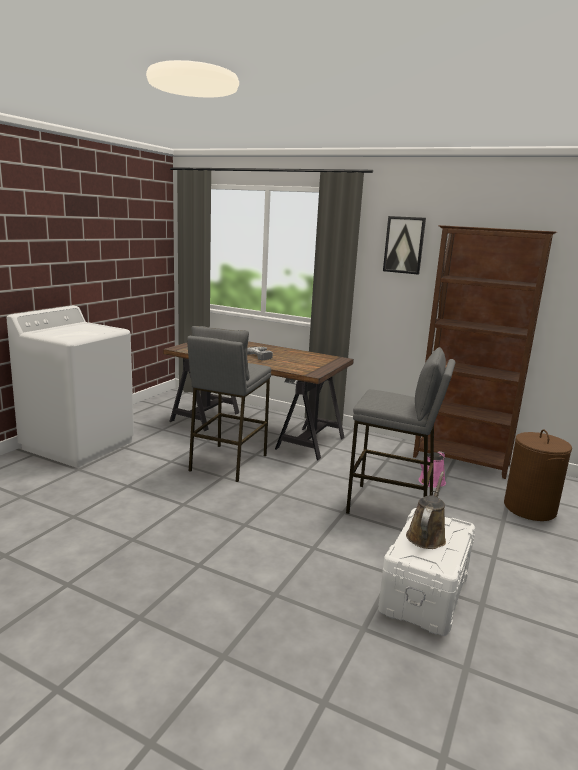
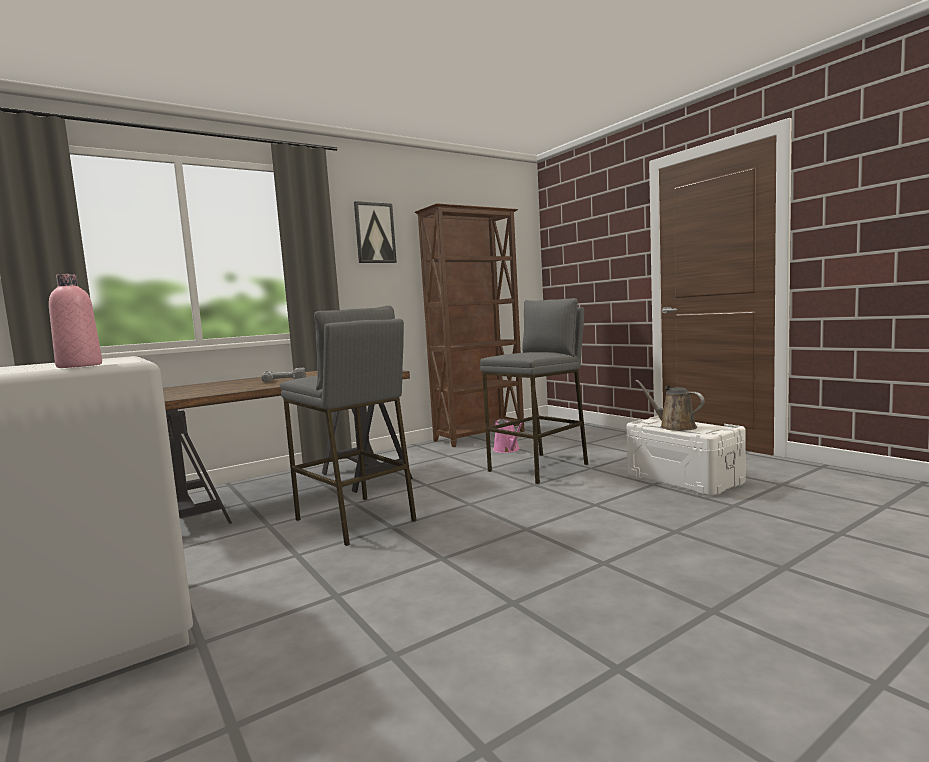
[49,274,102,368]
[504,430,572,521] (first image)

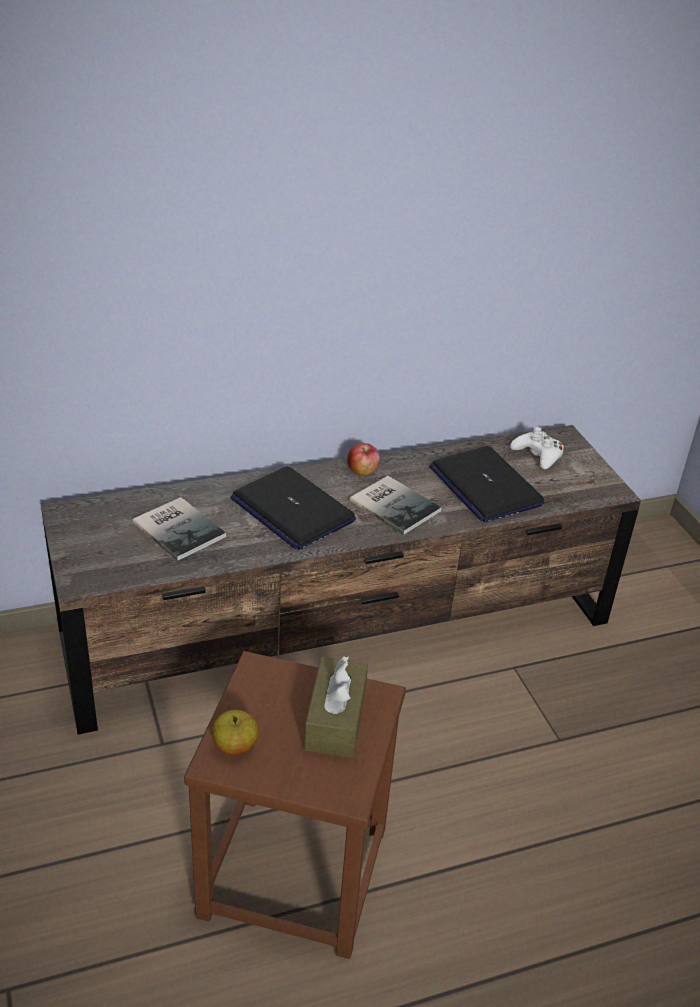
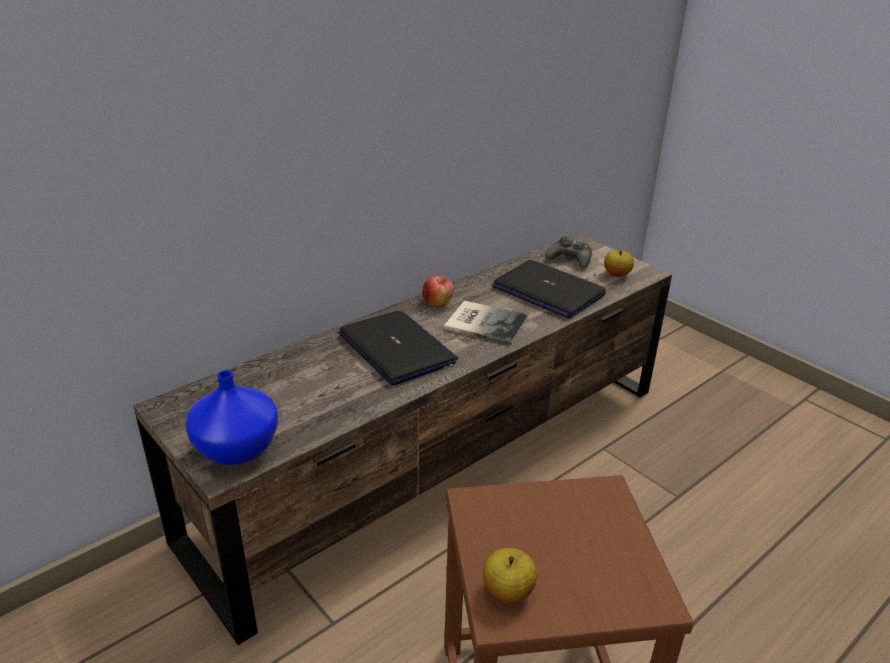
[185,370,278,465]
[339,311,458,385]
[545,236,592,268]
[604,250,634,277]
[132,497,226,561] (first image)
[304,657,368,758] (first image)

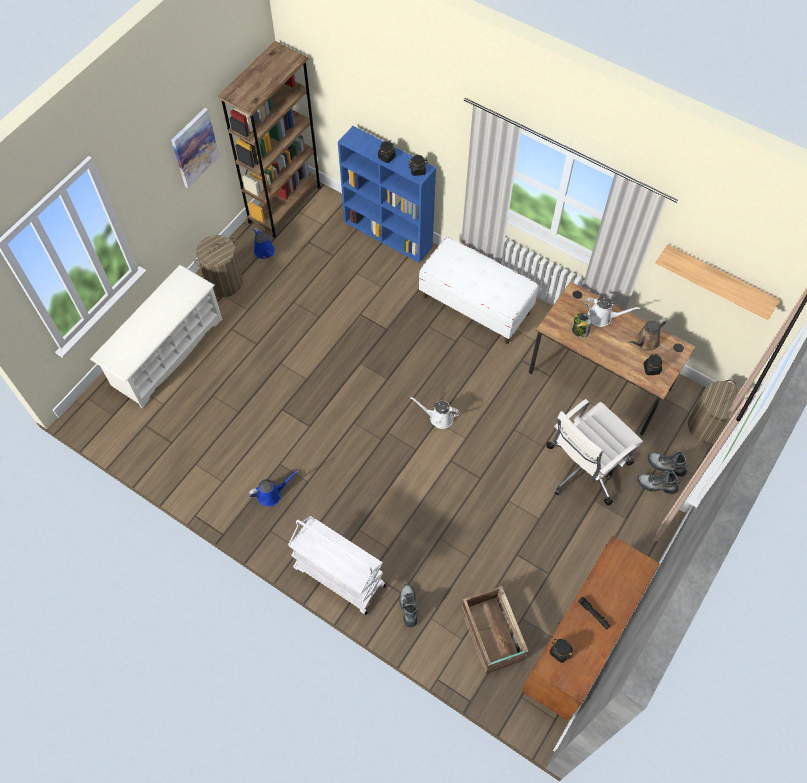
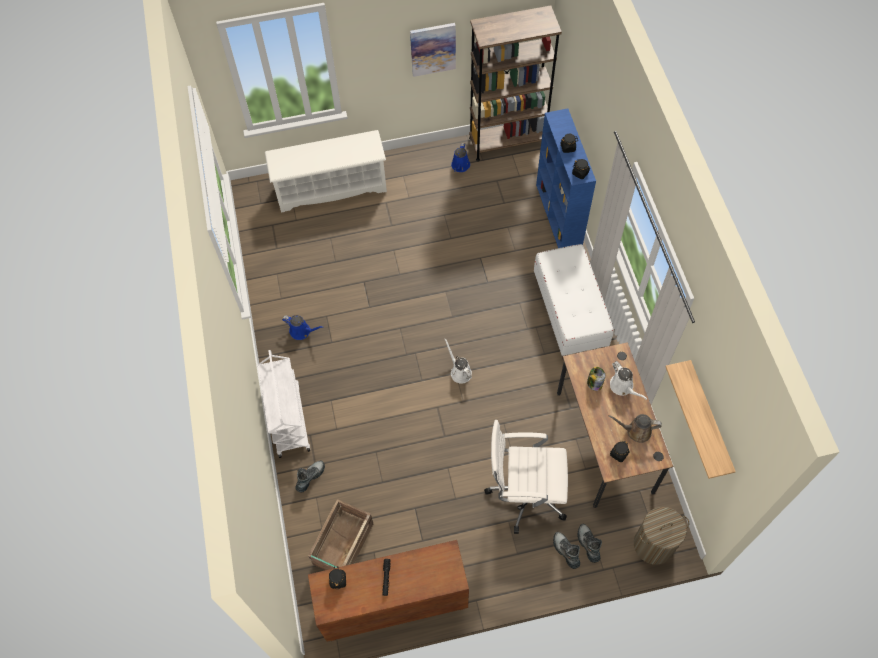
[194,235,243,297] (first image)

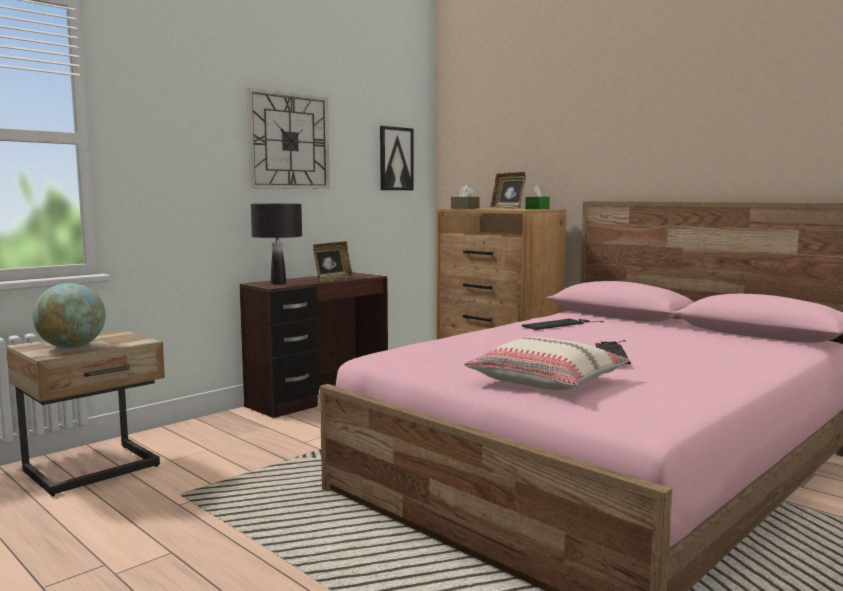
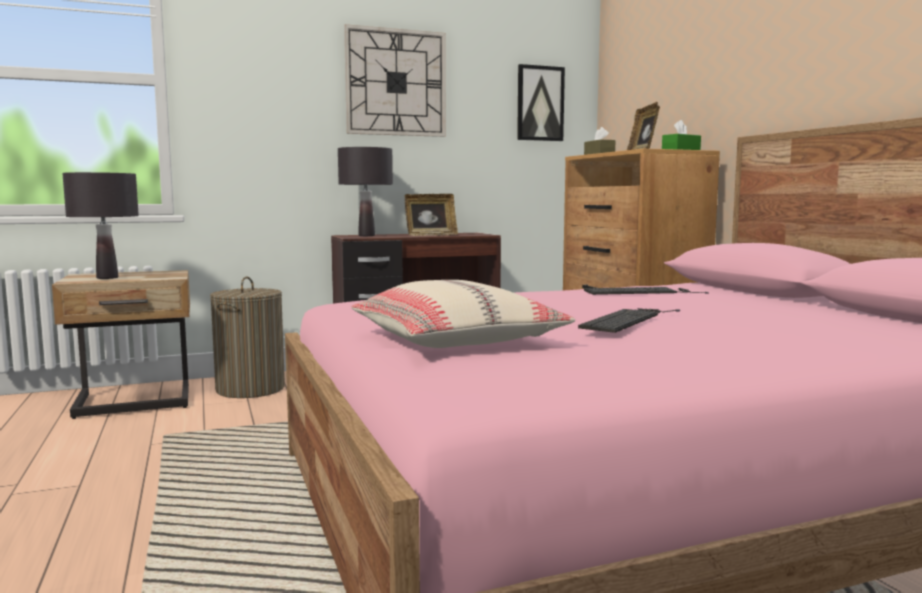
[62,172,139,279]
[210,276,285,398]

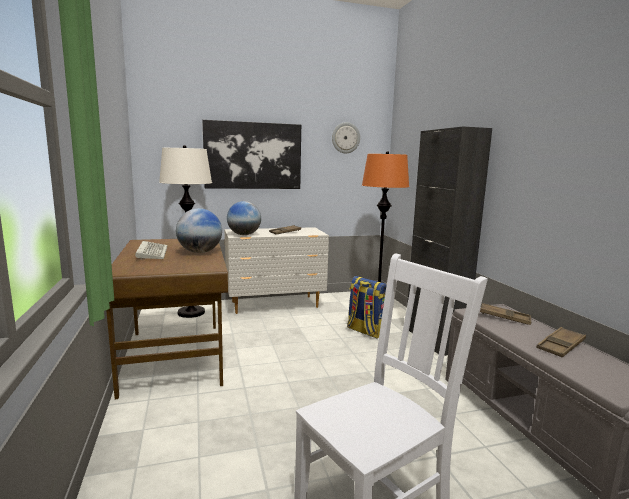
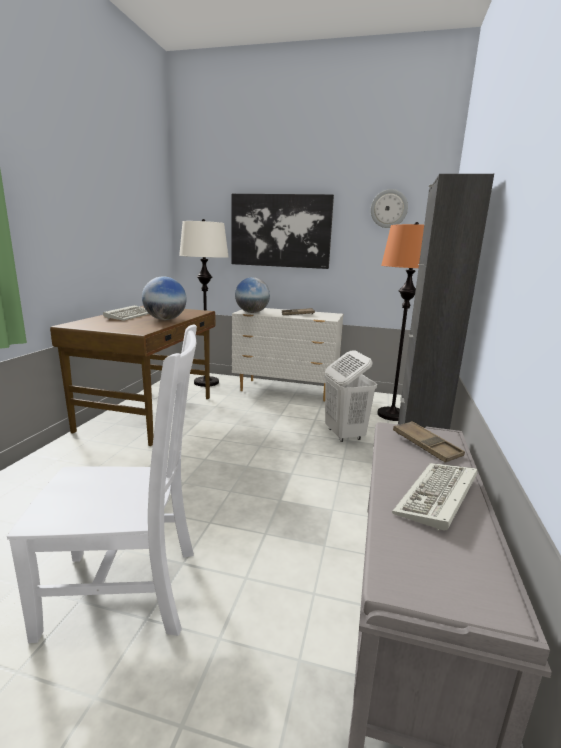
[324,350,377,442]
[392,463,478,531]

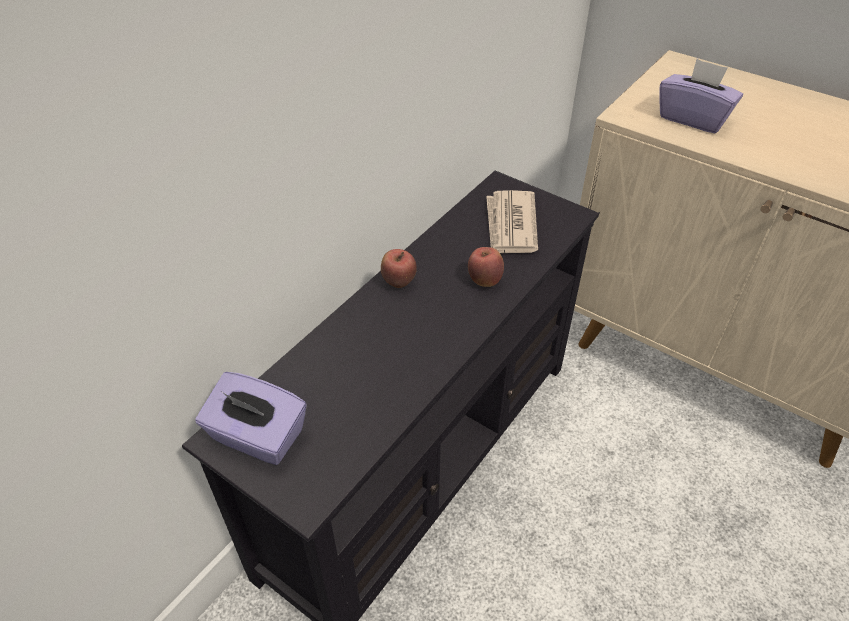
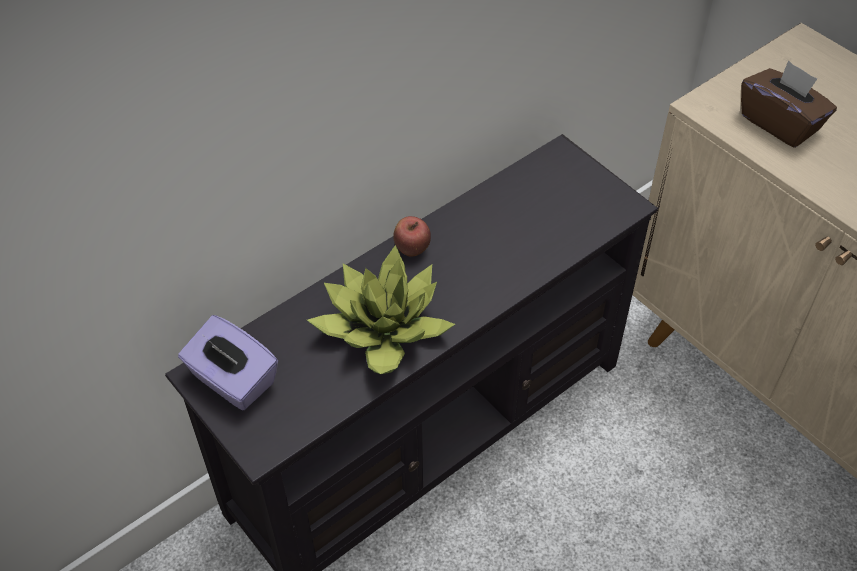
[307,245,455,374]
[741,60,837,148]
[468,247,504,287] (first image)
[486,190,538,253] (first image)

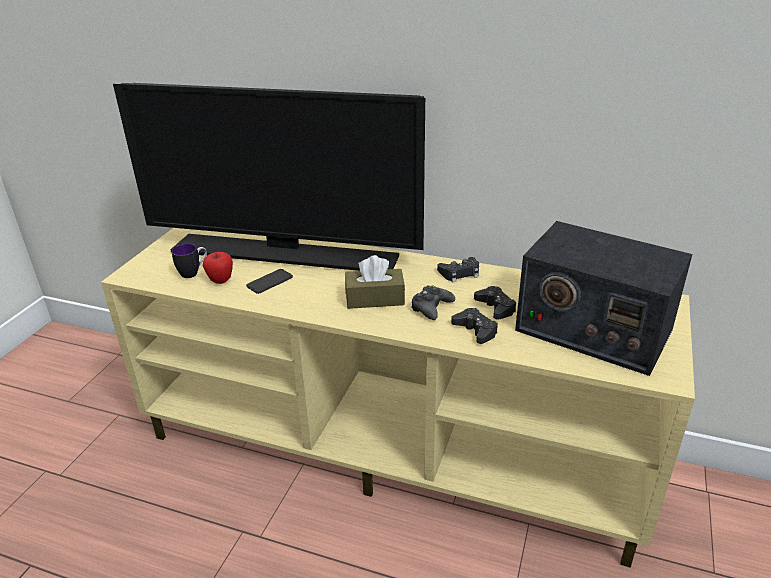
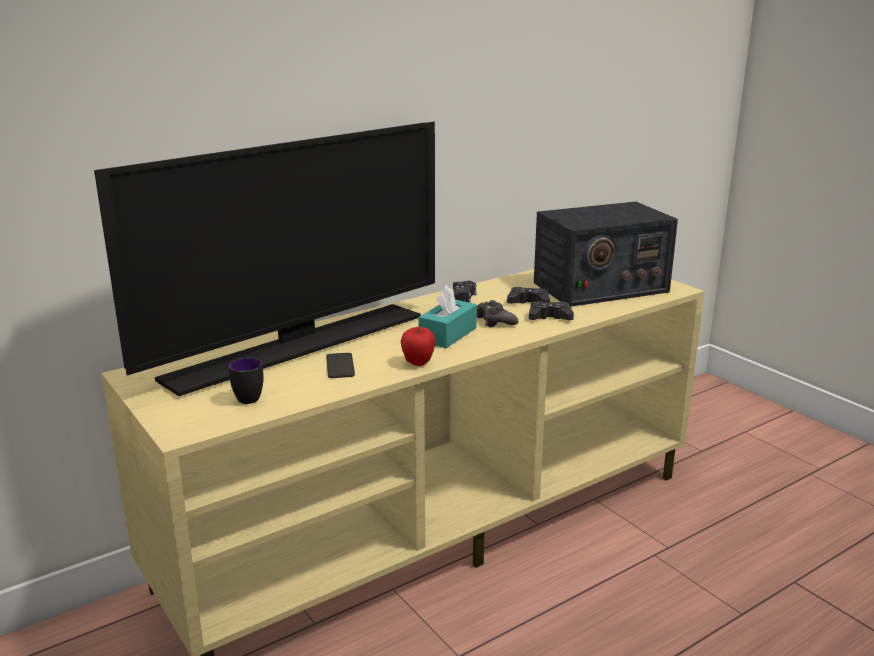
[401,327,435,366]
[418,285,477,348]

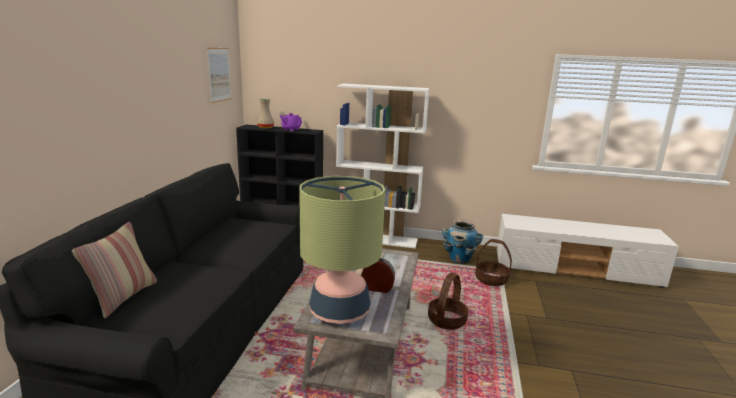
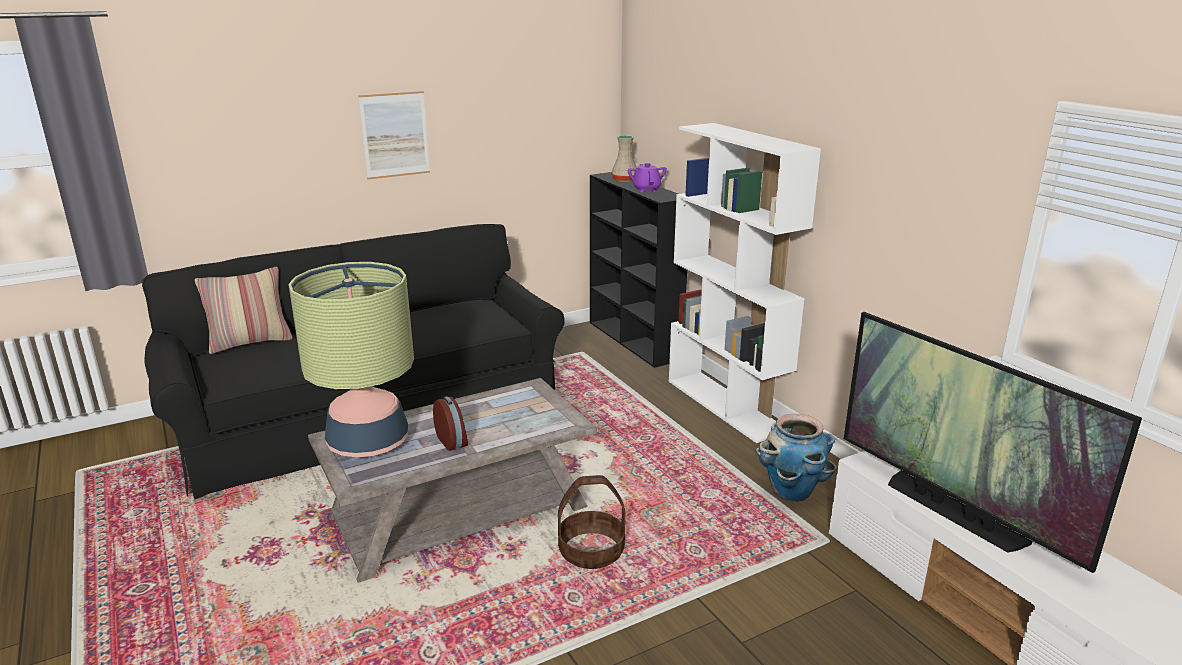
[358,91,430,180]
[844,312,1142,573]
[475,239,512,286] (first image)

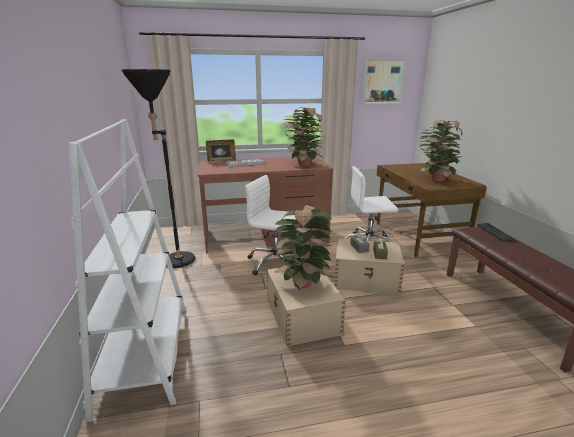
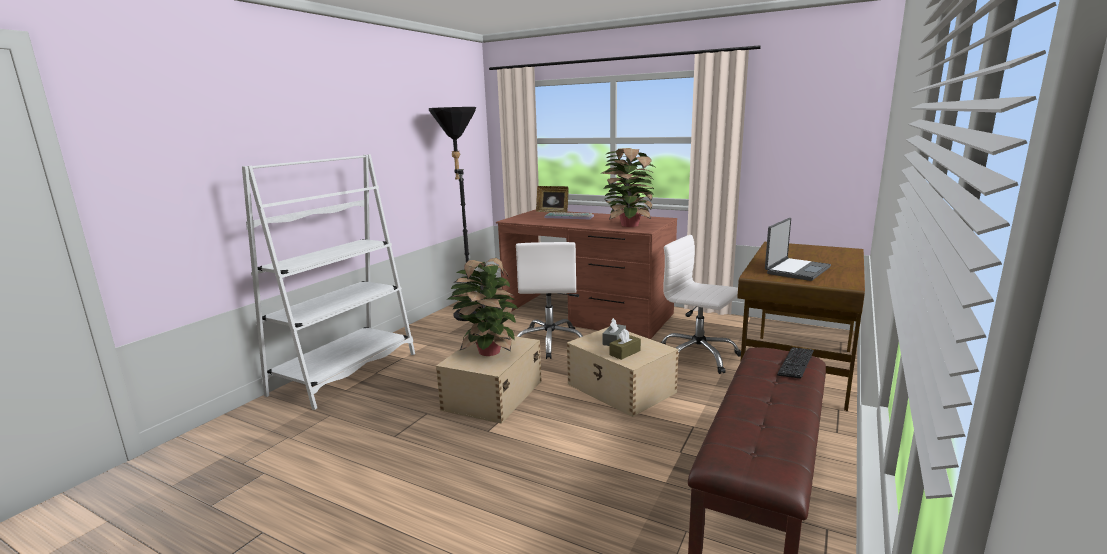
[516,242,583,359]
[765,218,831,281]
[363,58,407,104] (first image)

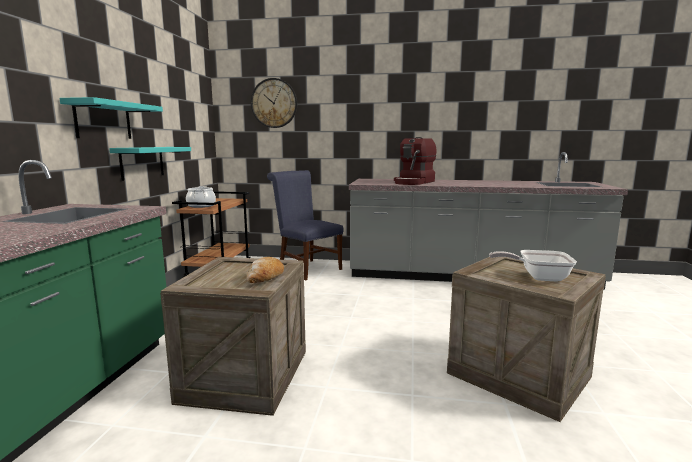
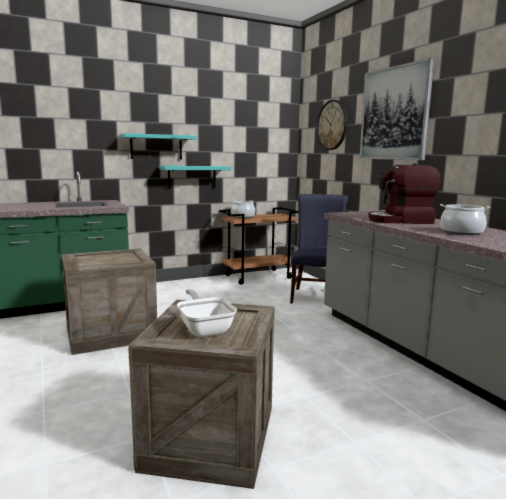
[359,58,435,160]
[440,204,491,235]
[246,257,284,283] (first image)

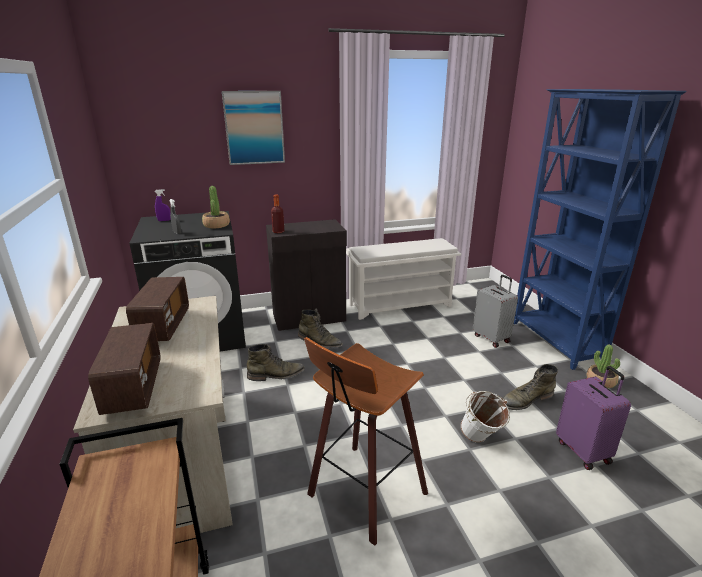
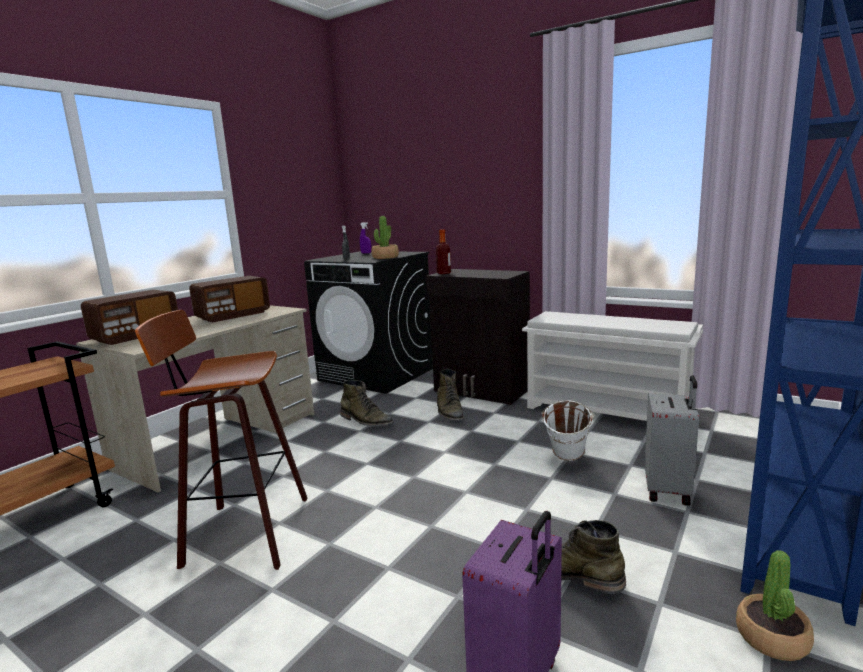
[542,400,594,461]
[222,91,285,165] (first image)

